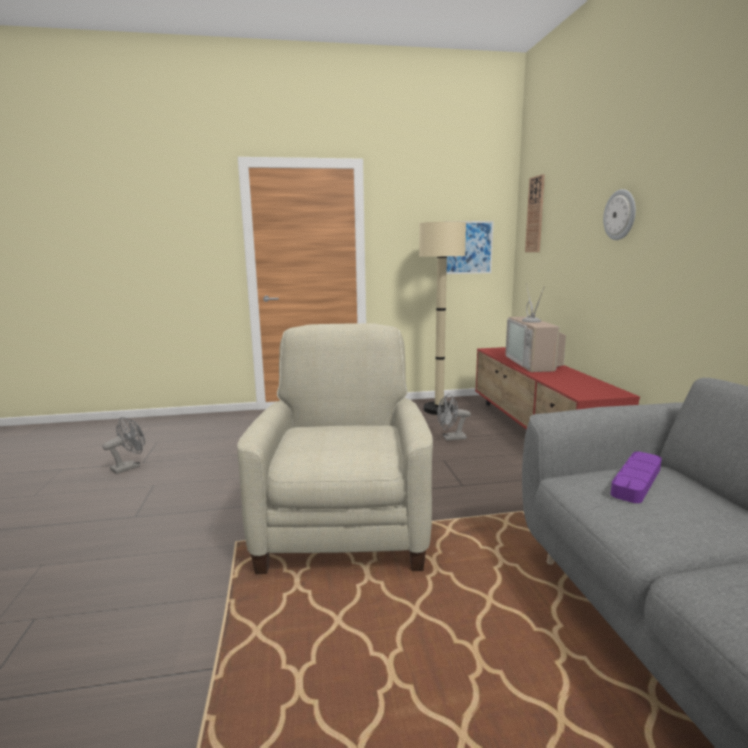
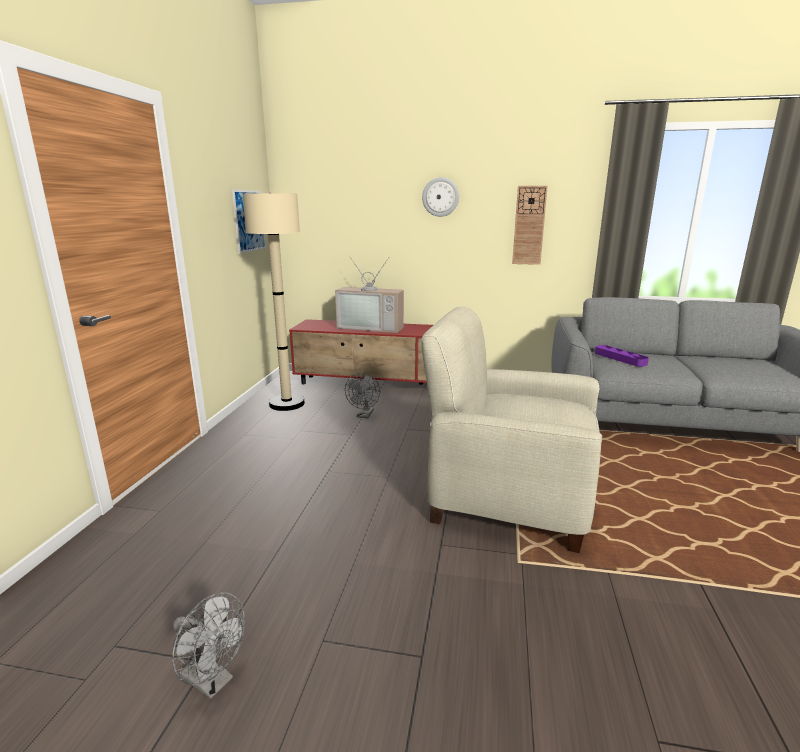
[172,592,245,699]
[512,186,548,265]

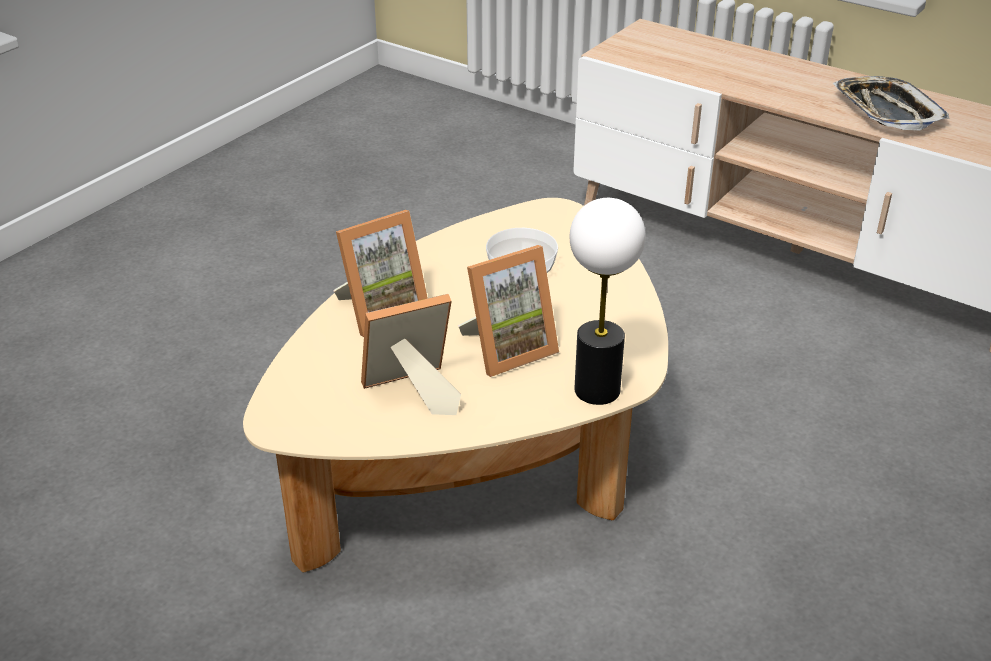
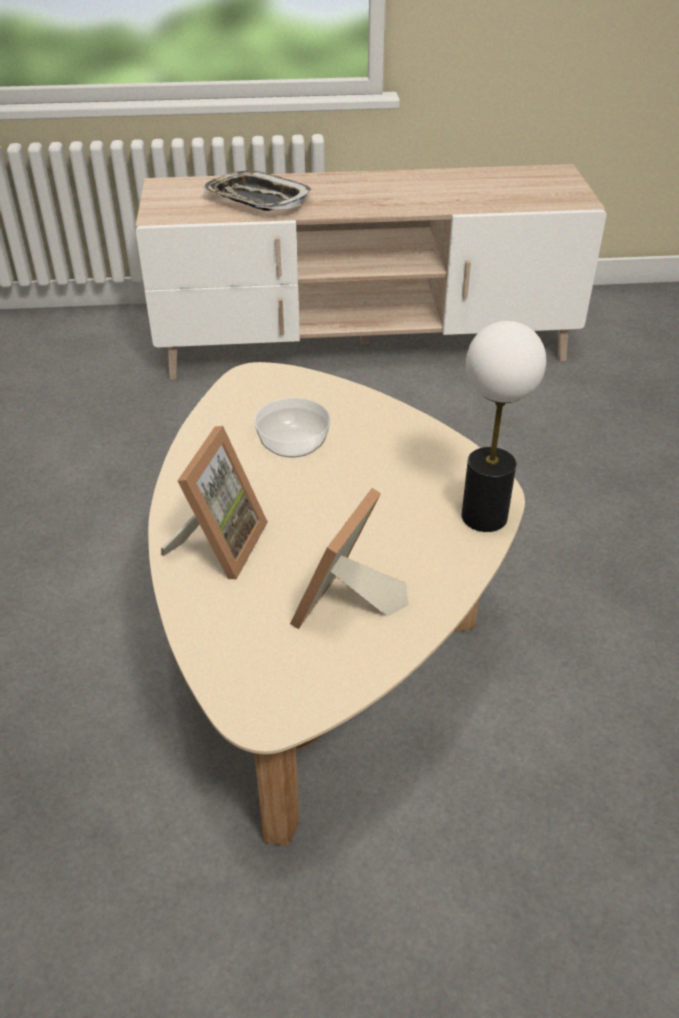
[203,171,312,211]
[458,245,559,377] (first image)

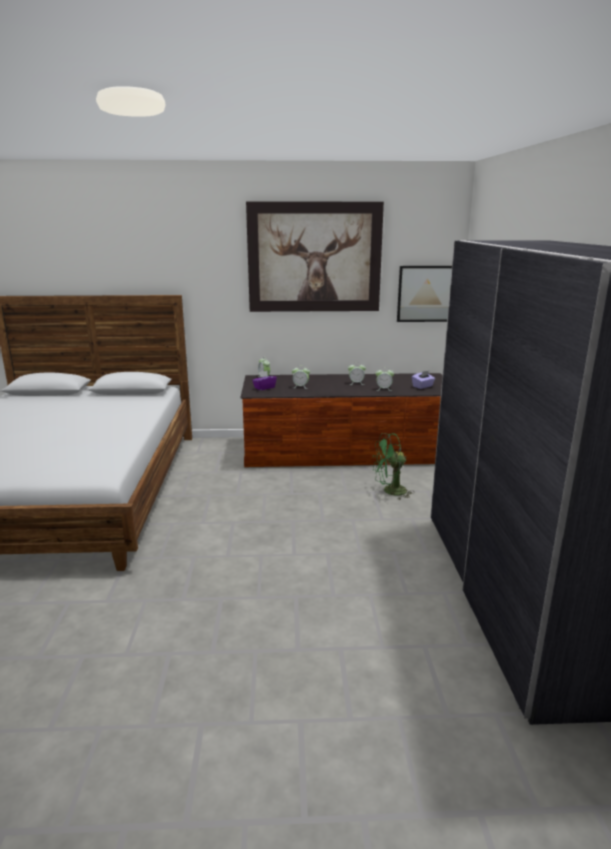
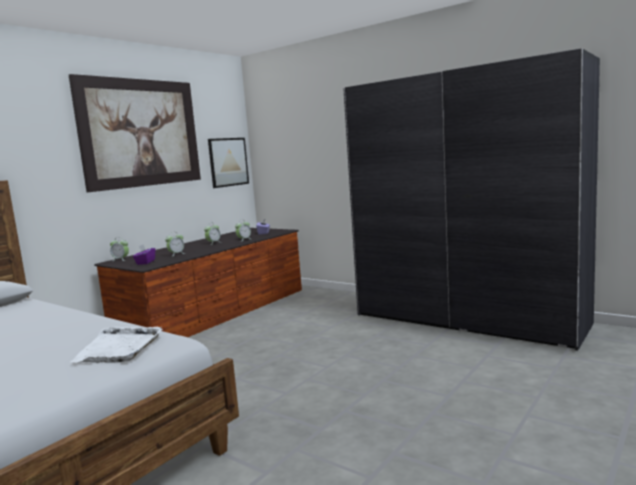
[70,327,163,363]
[373,433,415,500] (first image)

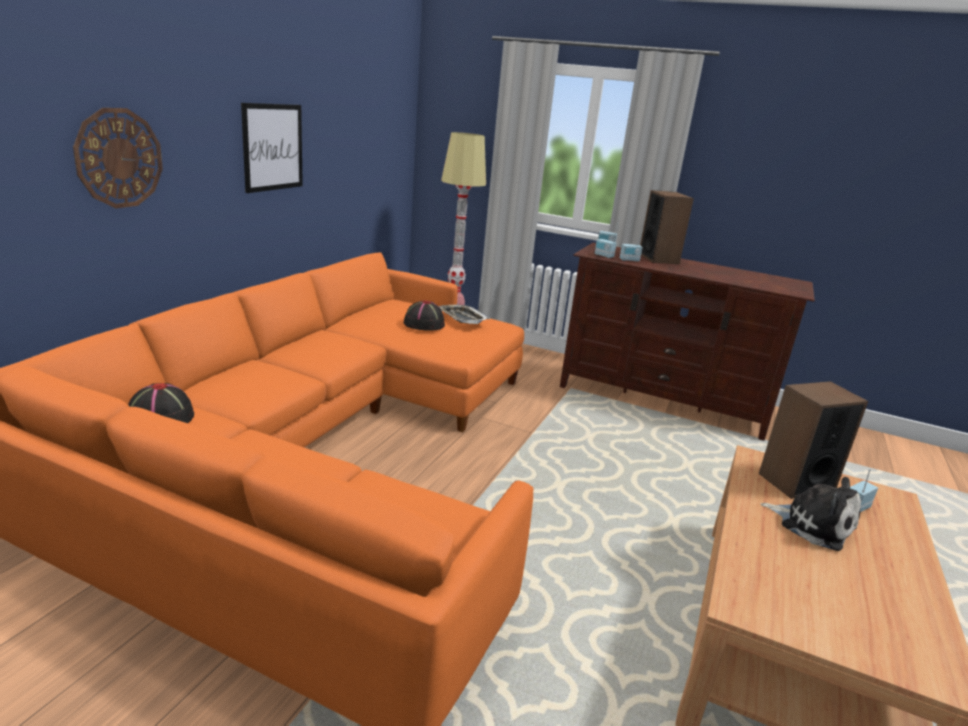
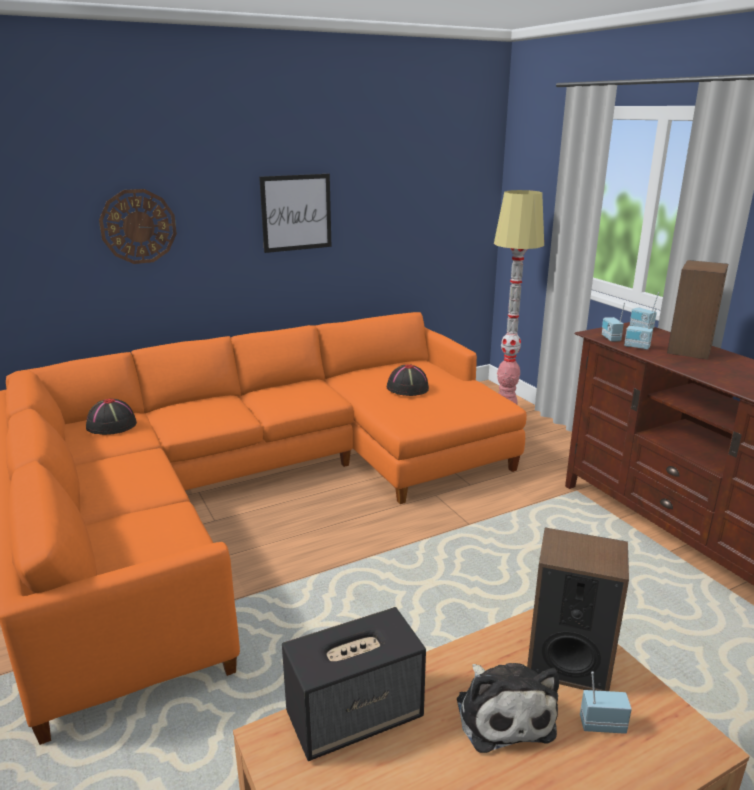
[282,607,426,761]
[439,305,490,324] (first image)

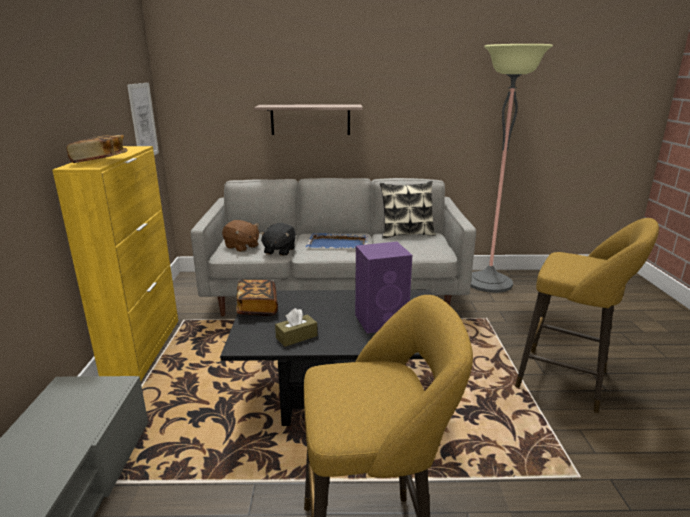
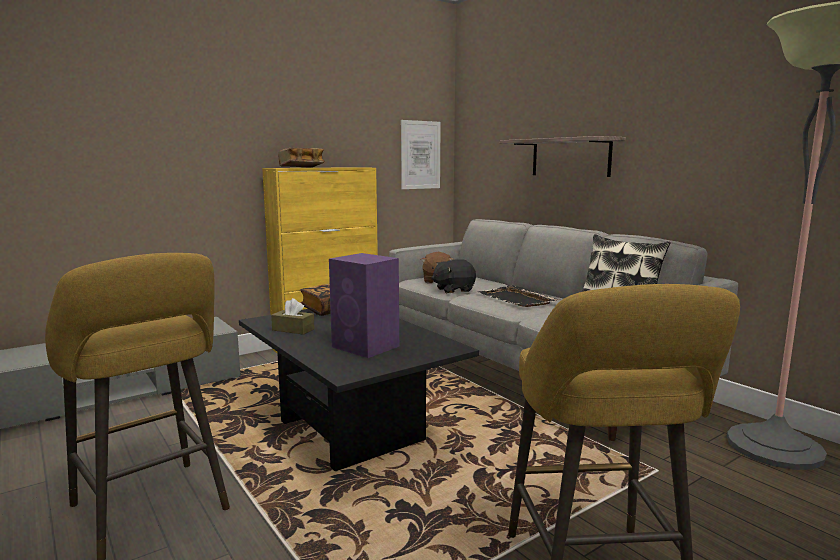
[479,285,560,307]

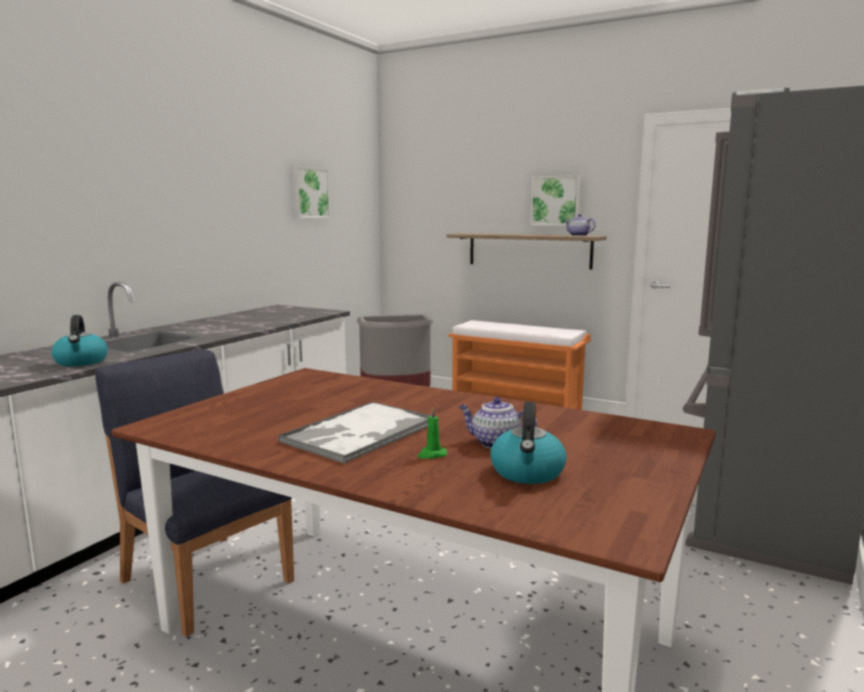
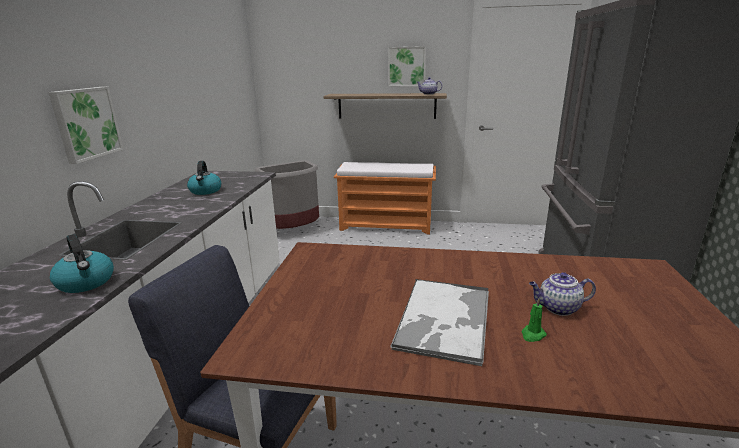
[48,87,123,164]
[187,161,221,195]

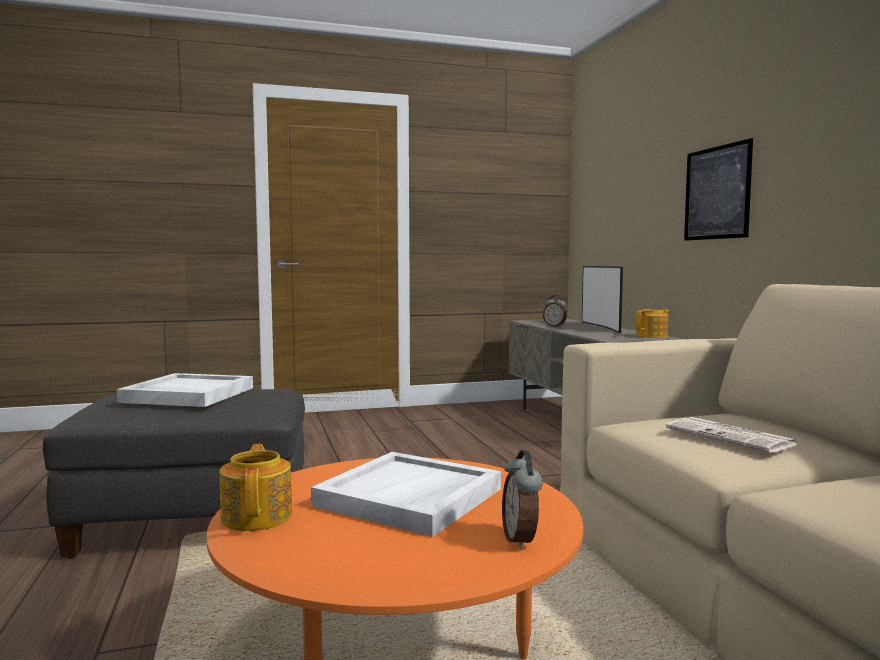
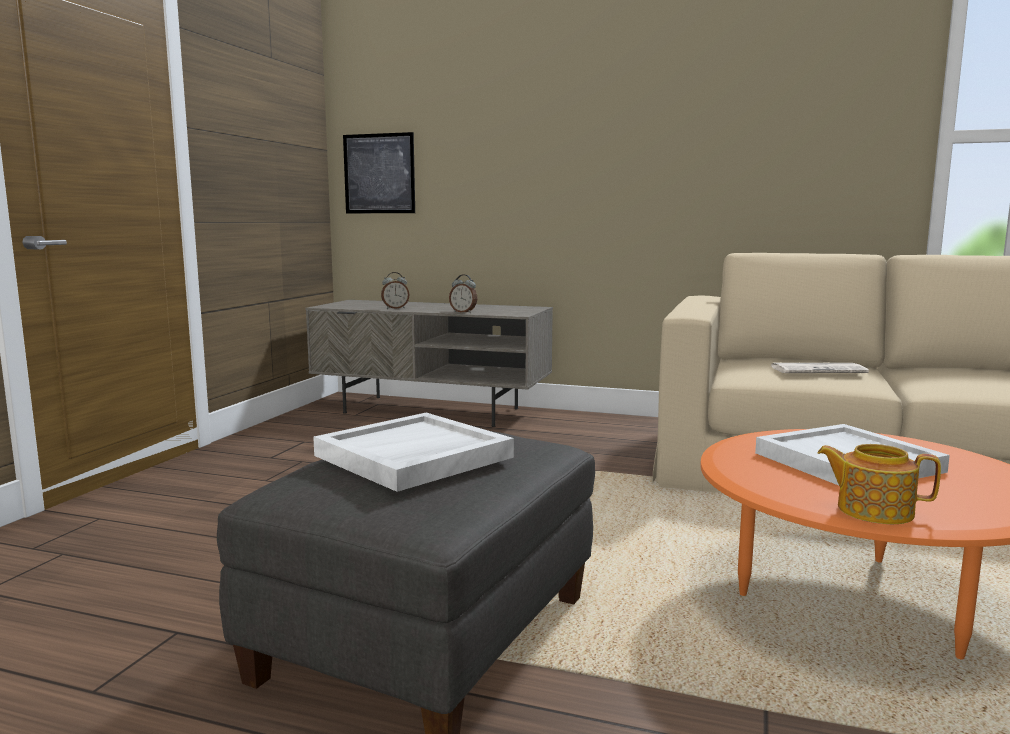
[343,132,415,213]
[449,274,477,313]
[582,266,623,333] (first image)
[636,309,669,338] (first image)

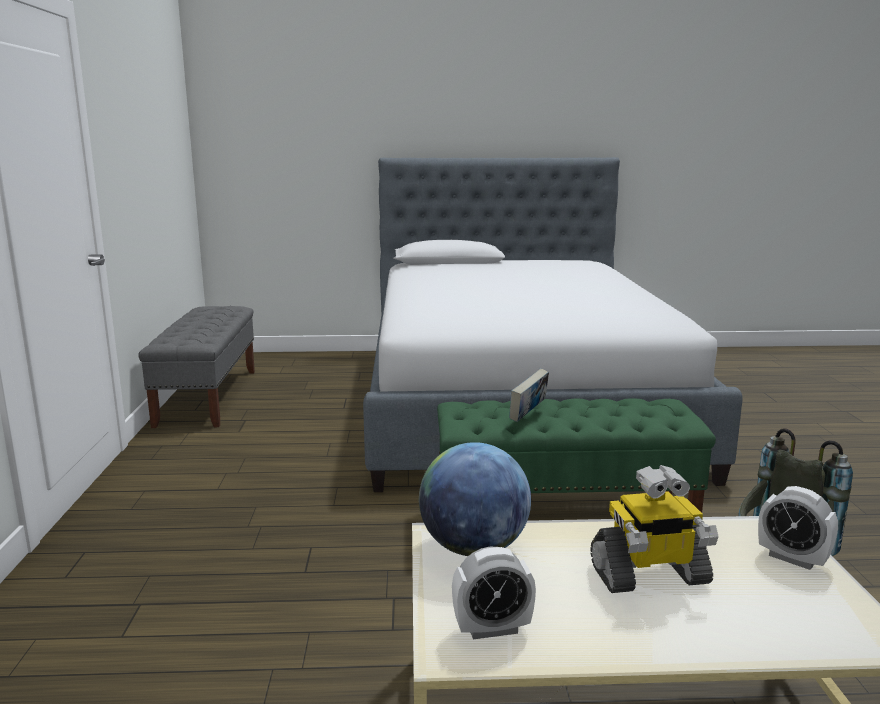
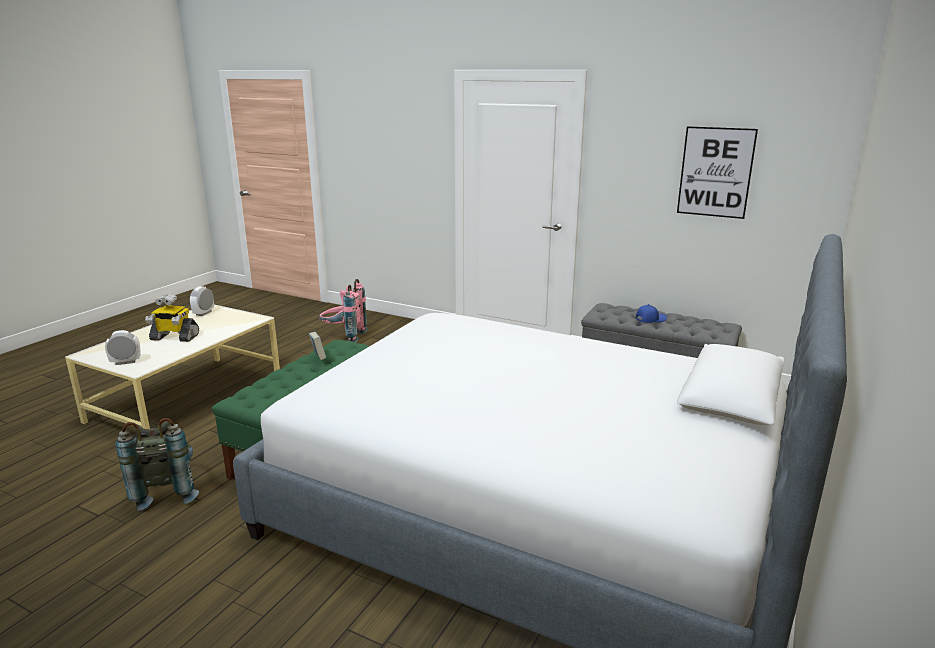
[145,294,199,342]
[319,279,368,343]
[636,304,667,323]
[677,126,758,219]
[419,442,531,556] (first image)

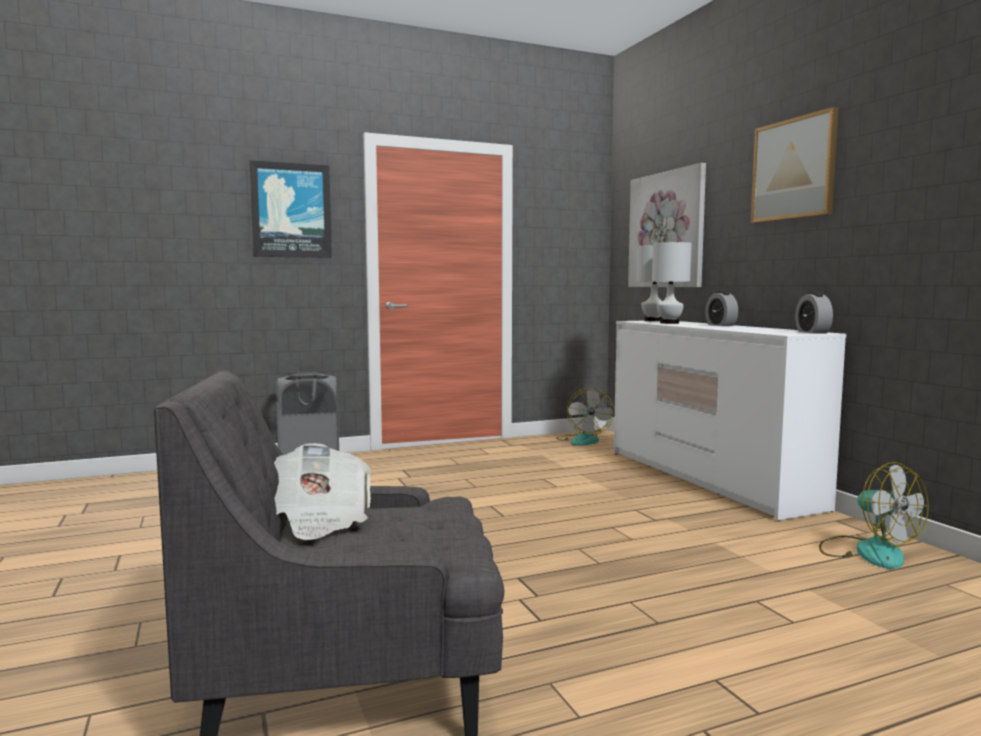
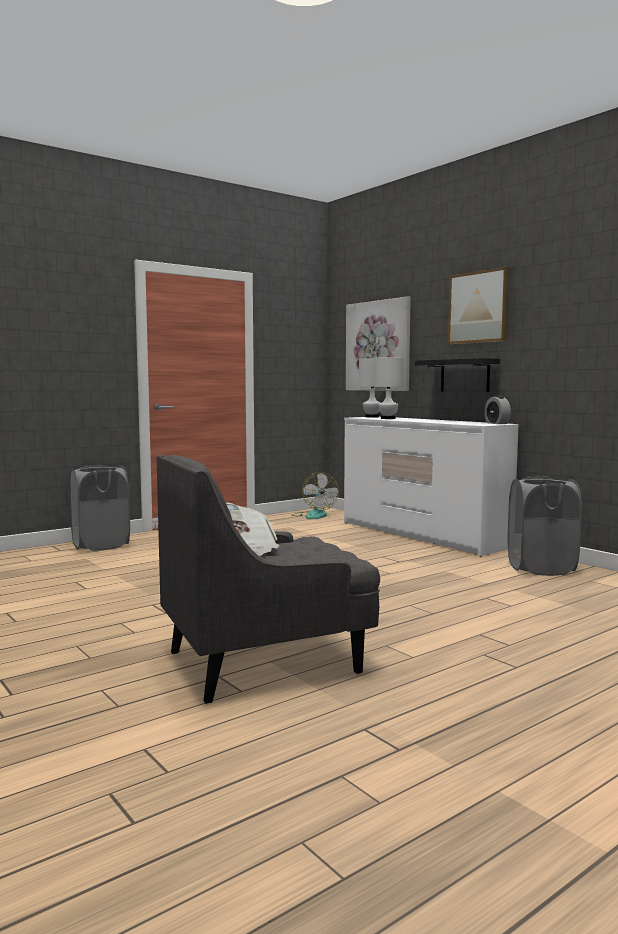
[415,358,500,392]
[508,476,582,576]
[250,160,332,258] (first image)
[705,291,738,326] (first image)

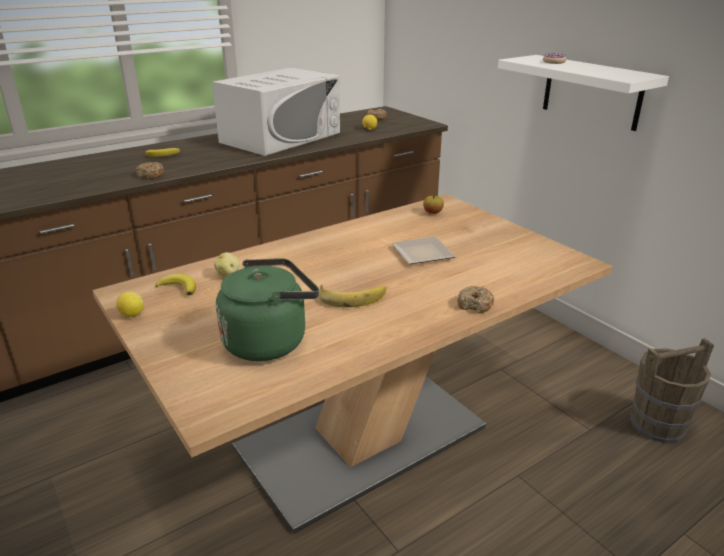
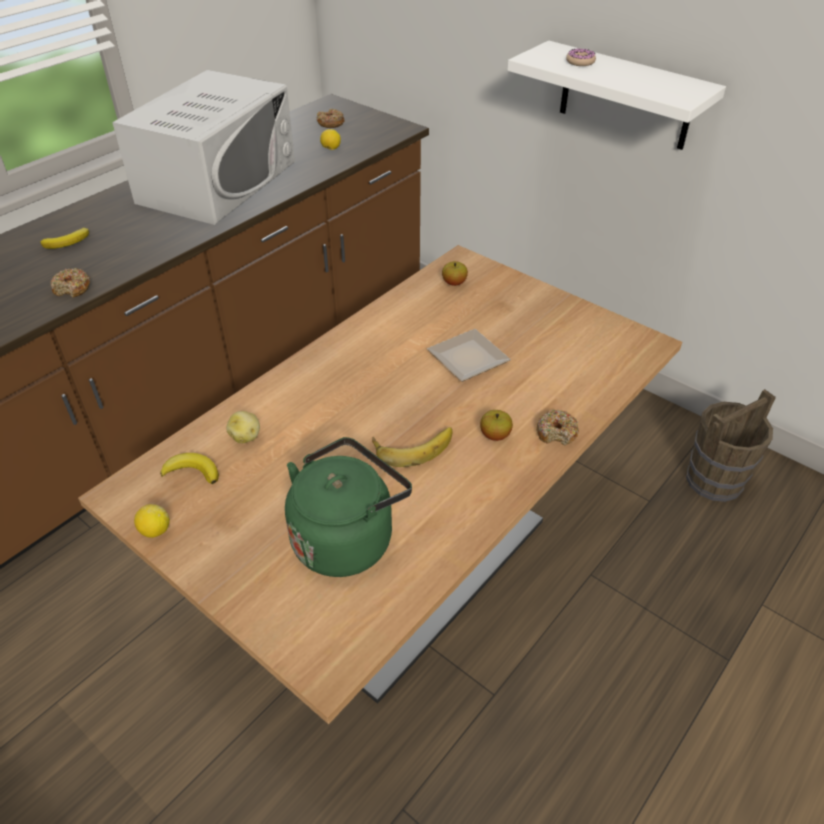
[480,410,513,441]

